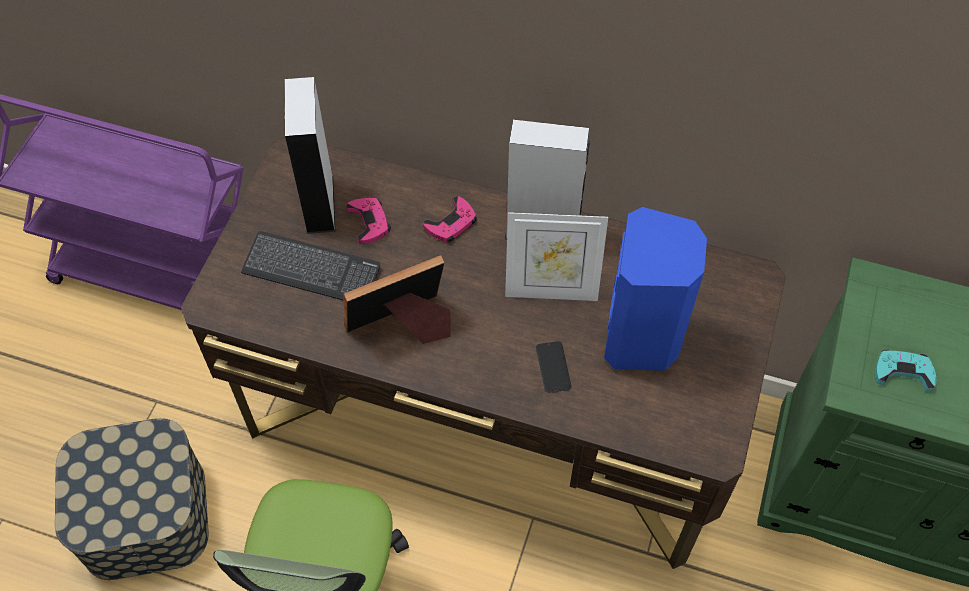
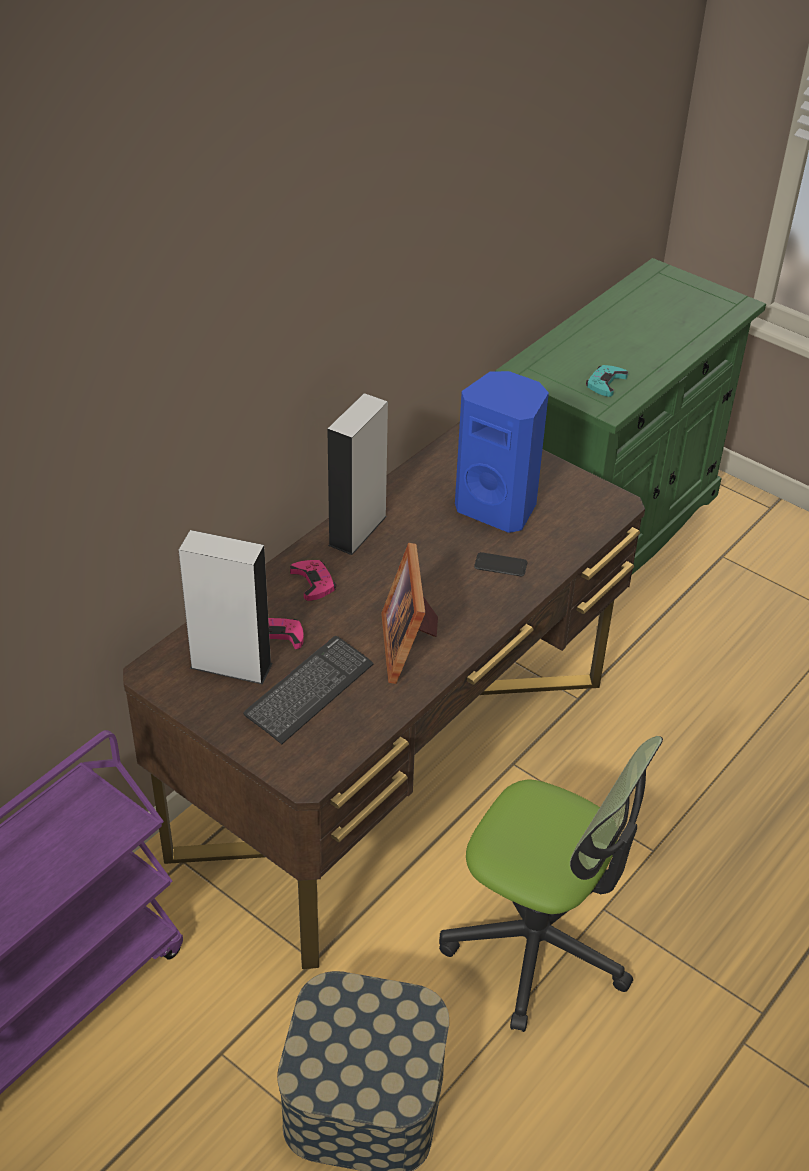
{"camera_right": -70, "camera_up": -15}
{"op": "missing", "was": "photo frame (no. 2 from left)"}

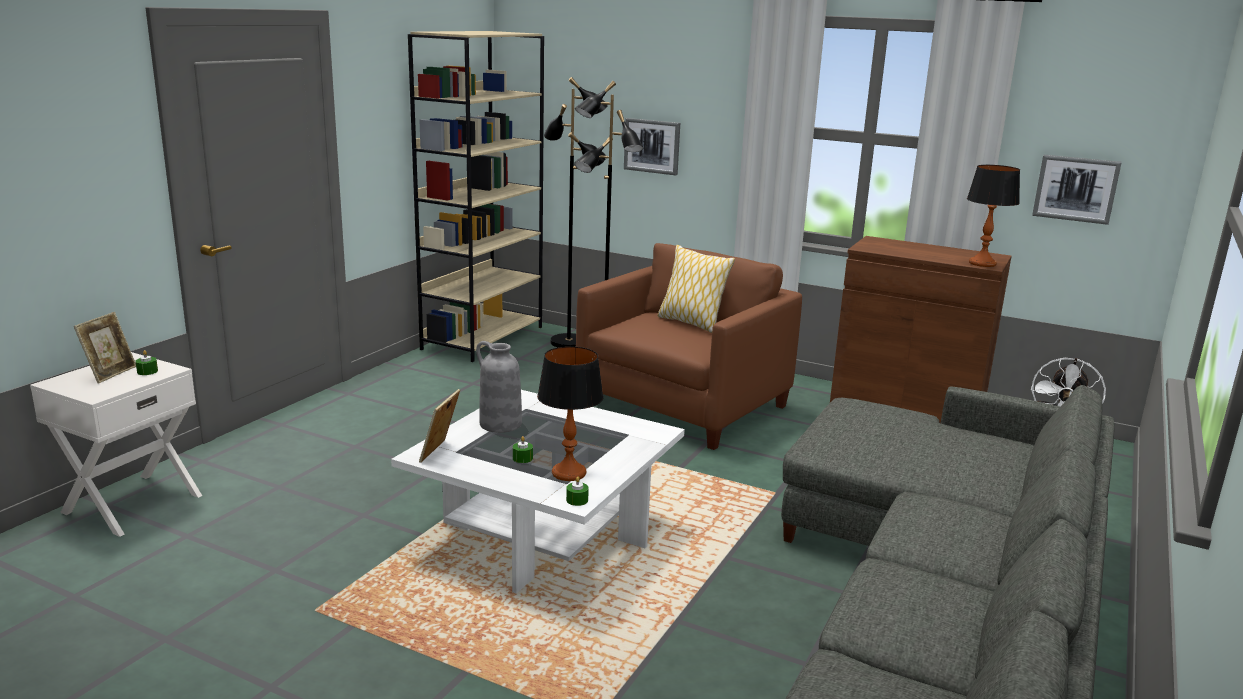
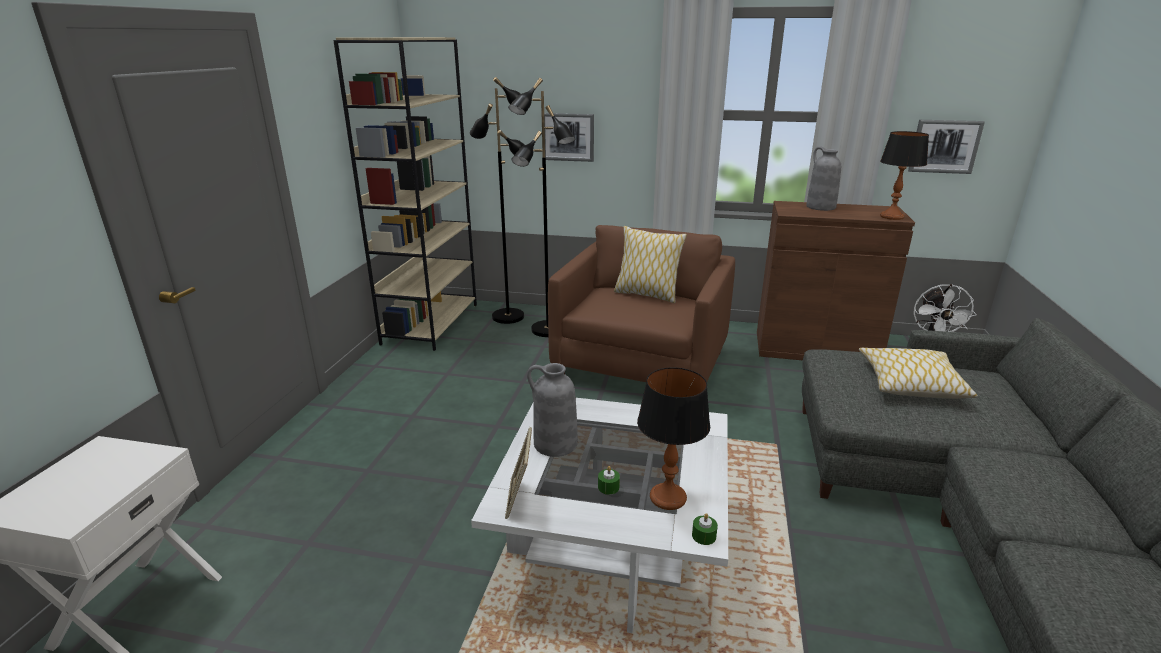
{"camera_right": -15, "camera_up": 5}
{"op": "appeared", "now": "vase (gray) (no. 2 from left)"}
{"op": "appeared", "now": "cushion (no. 2 from left)"}
{"op": "missing", "was": "photo frame (no. 1 from left)"}
{"op": "missing", "was": "wax light (greenish) (no. 1 from left)"}

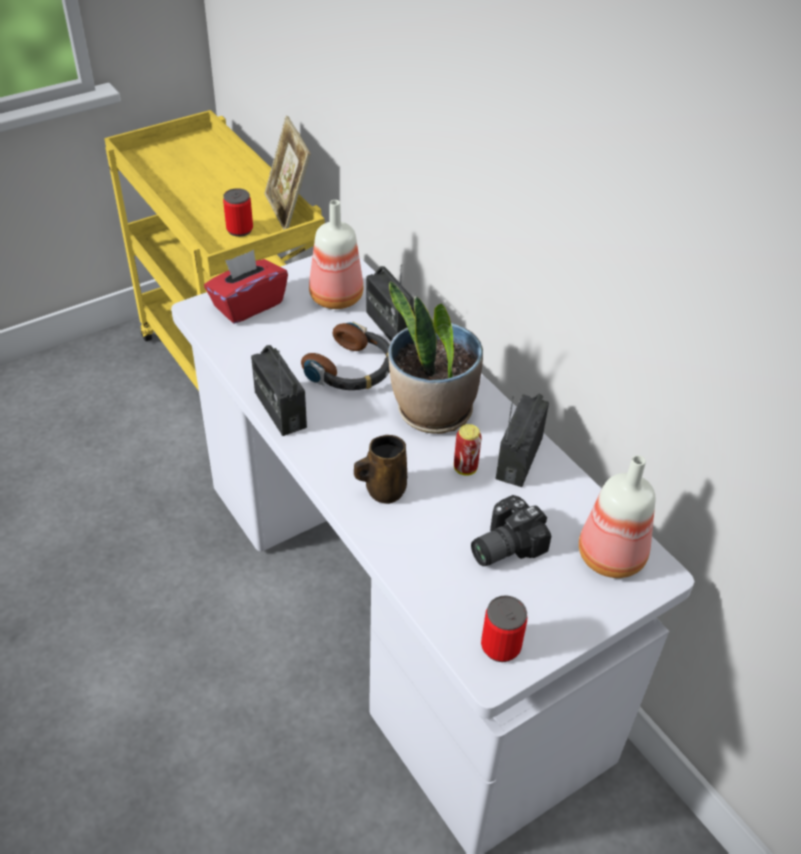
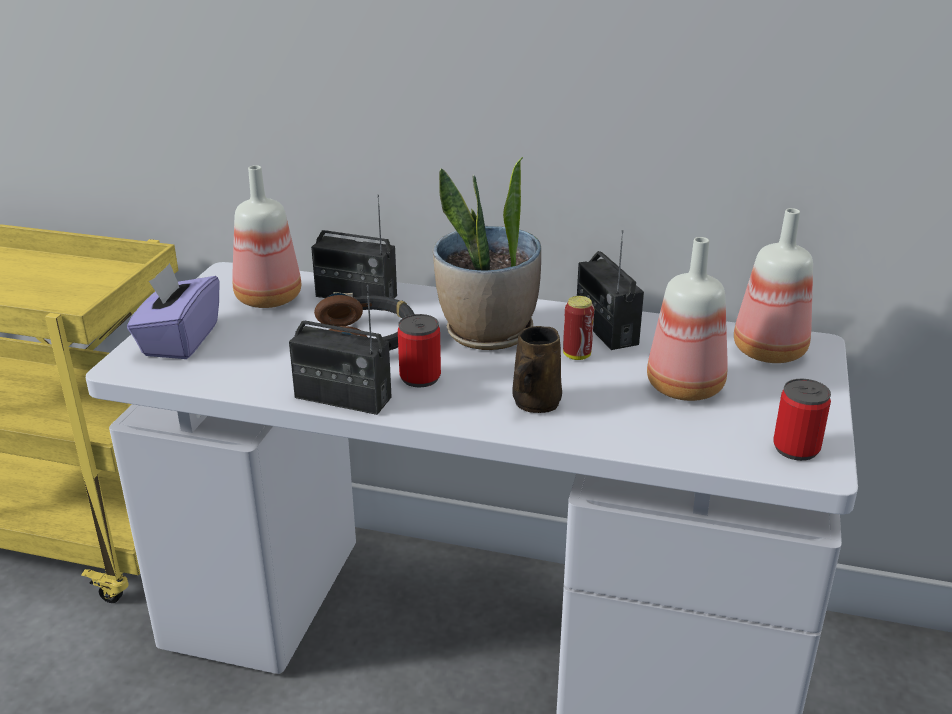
{"camera_right": -40, "camera_up": -15}
{"op": "colour", "was": "tissue box (red-coloured)", "now": "tissue box (purple-coloured)"}
{"op": "relocated", "was": "sealed can (no. 1 from left)"}
{"op": "exchanged", "was": "photo camera", "now": "bottle (no. 2 from left)"}
{"op": "missing", "was": "photo frame"}

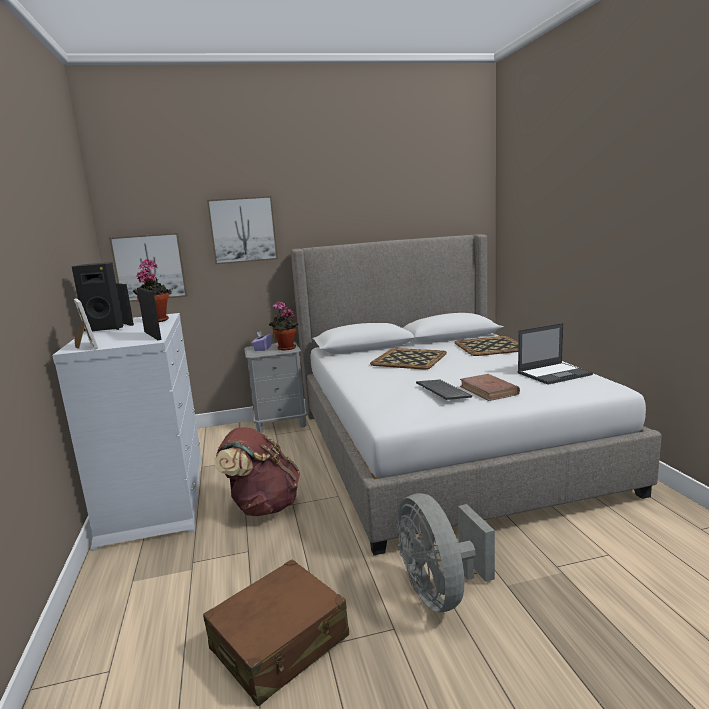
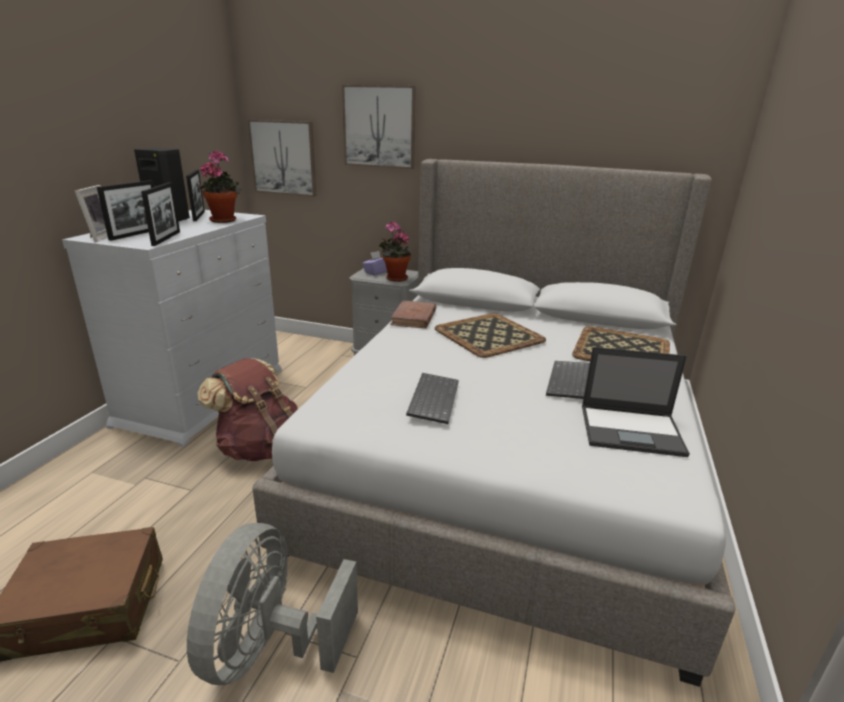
{"camera_right": 30, "camera_up": 10}
{"op": "appeared", "now": "photo frame (no. 2 from left)"}
{"op": "relocated", "was": "volume (brown-coloured)"}
{"op": "appeared", "now": "PC keyboard (no. 2 from left)"}

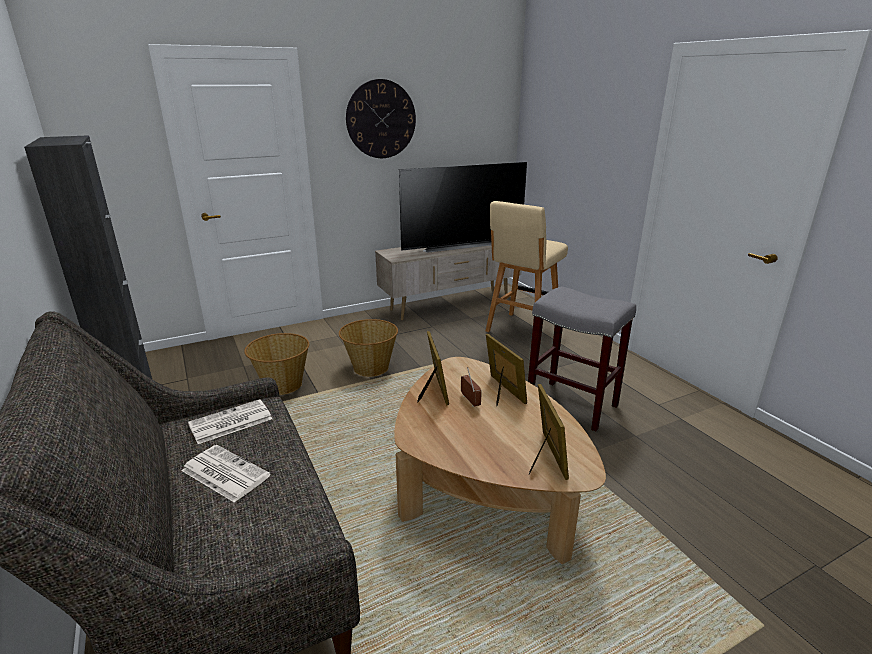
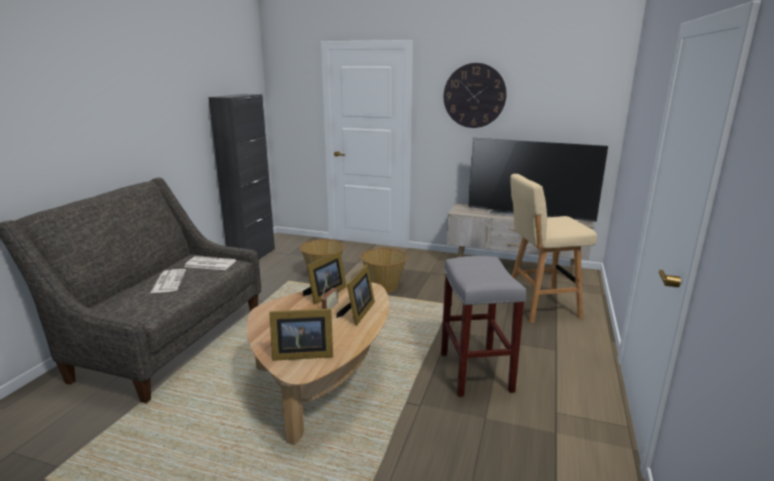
{"camera_right": 45, "camera_up": -5}
{"op": "spun", "was": "photo frame (no. 3 from left in the first image)", "clockwise": 45}

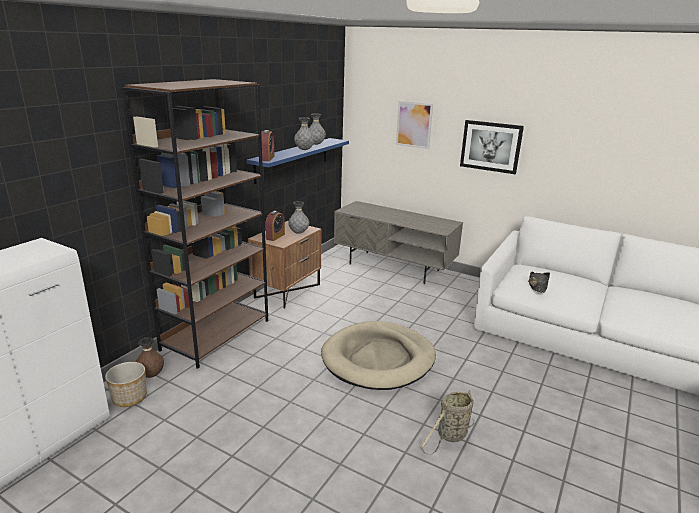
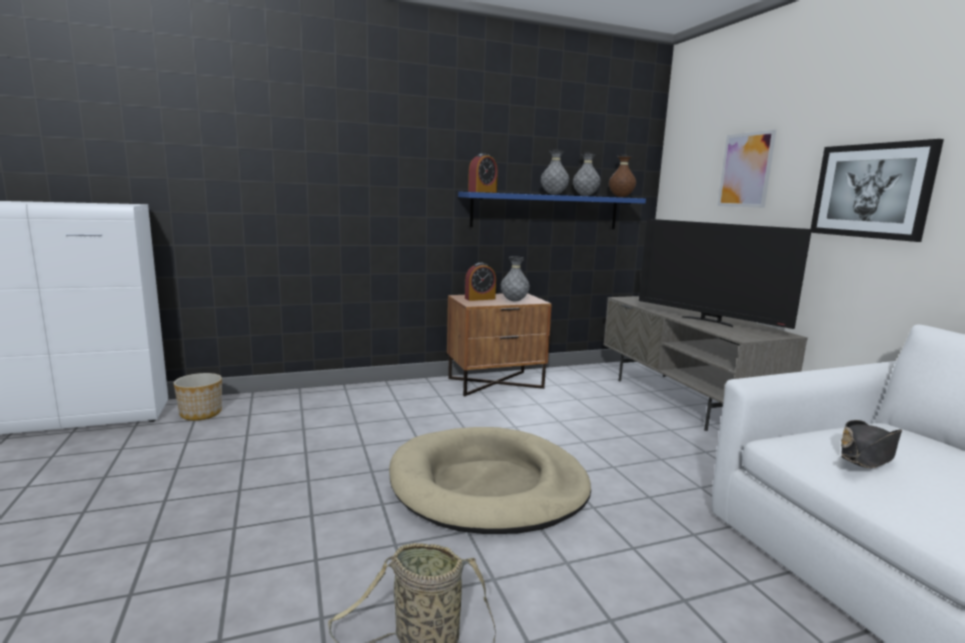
{"camera_right": 40, "camera_up": -10}
{"op": "relocated", "was": "vase (brown-coloured)"}
{"op": "appeared", "now": "TV"}
{"op": "missing", "was": "bookcase (brown-coloured)"}

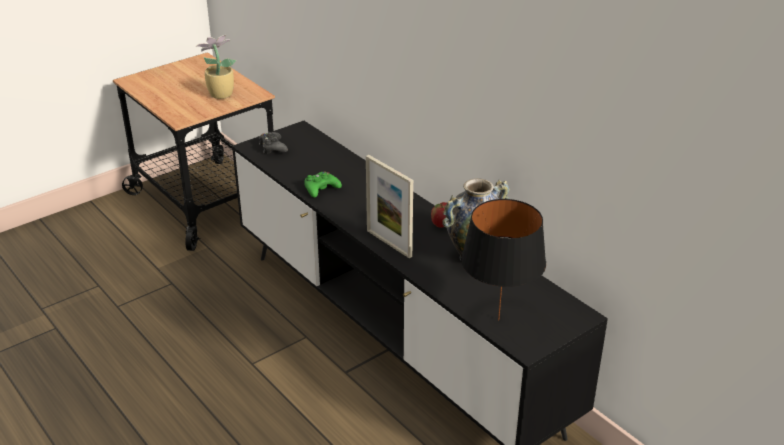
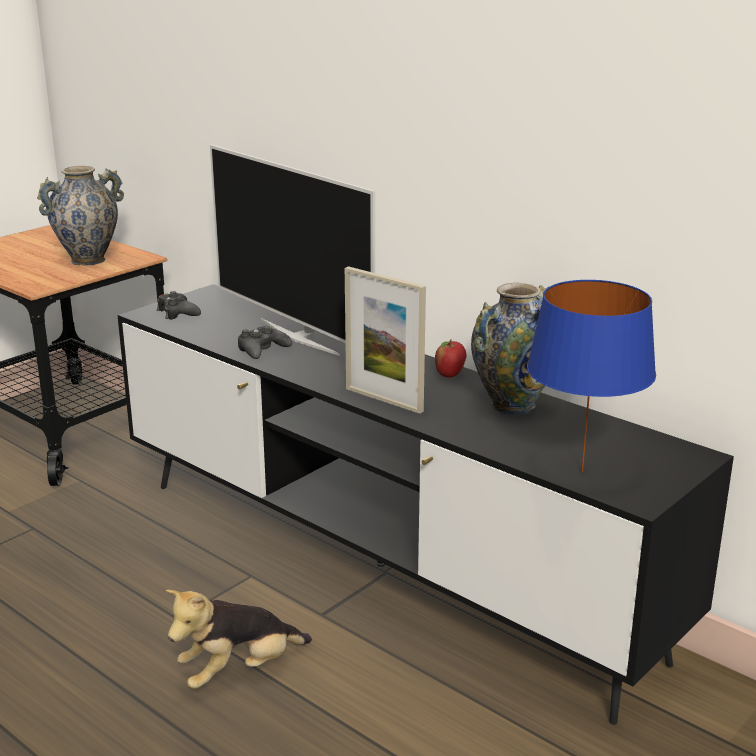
{"camera_right": -10, "camera_up": -10}
{"op": "exchanged", "was": "potted plant", "now": "vase (no. 1 from left)"}
{"op": "appeared", "now": "soft toy"}
{"op": "appeared", "now": "TV"}
{"op": "colour", "was": "gamepad (greenish)", "now": "gamepad (black-coloured) (no. 2 from left)"}
{"op": "colour", "was": "table lamp (black-coloured)", "now": "table lamp (blue)"}

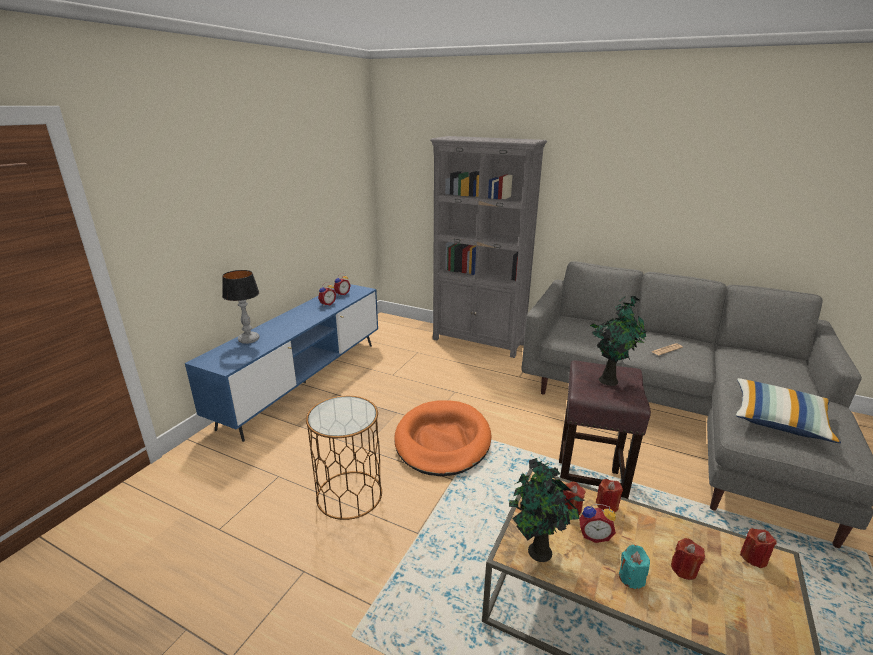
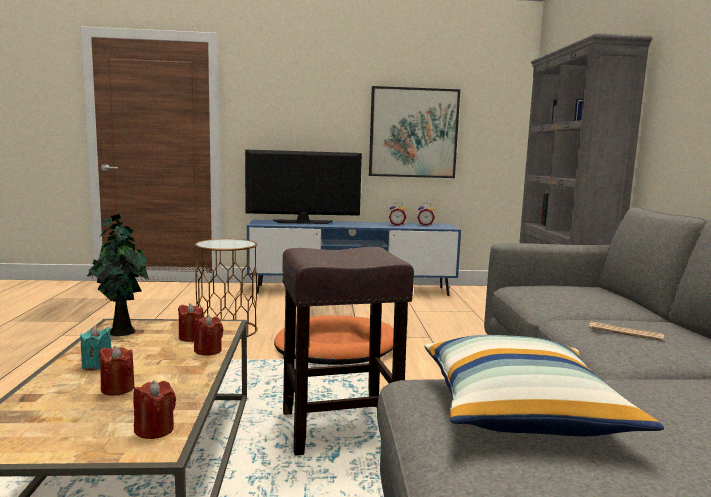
{"camera_right": 60, "camera_up": -15}
{"op": "exchanged", "was": "table lamp", "now": "TV"}
{"op": "appeared", "now": "picture"}
{"op": "missing", "was": "table clock (no. 3 from left)"}
{"op": "missing", "was": "potted plant (no. 2 from left)"}

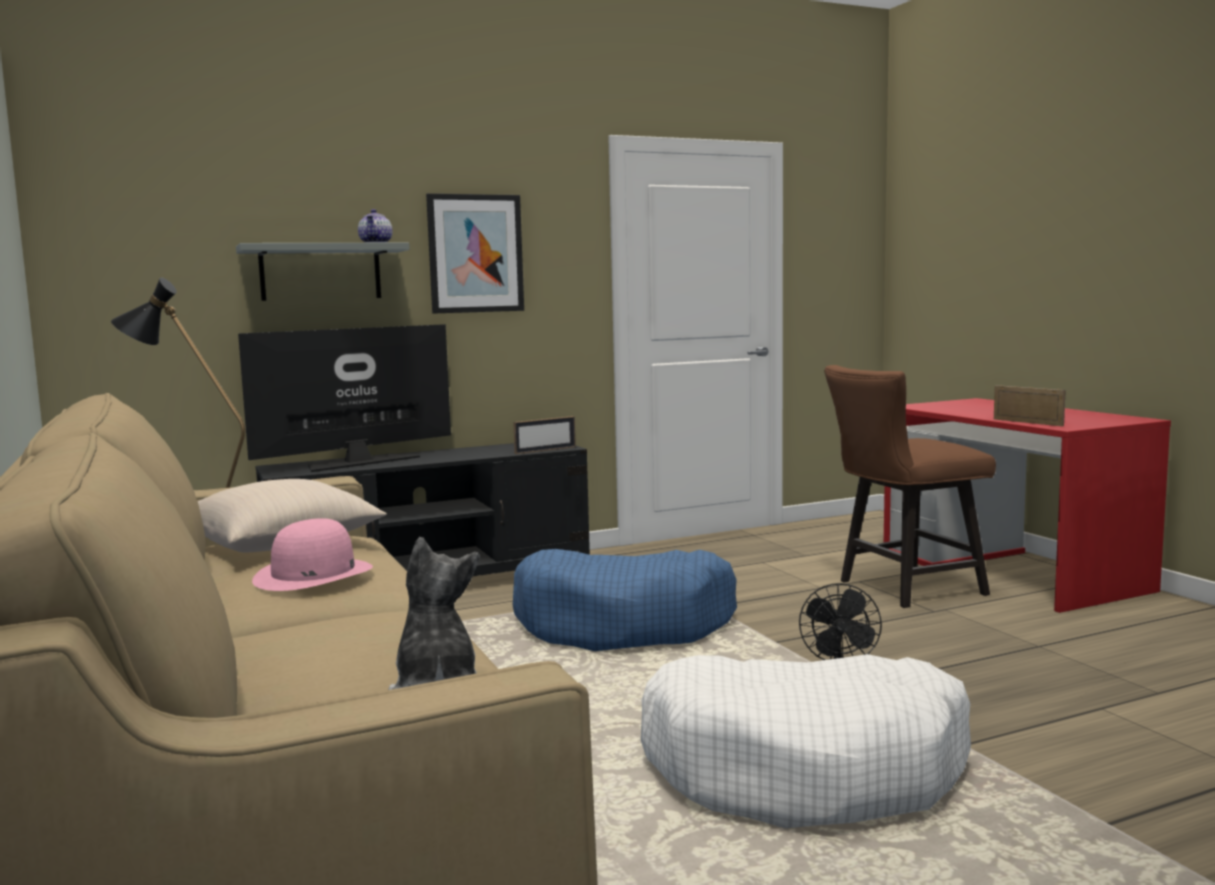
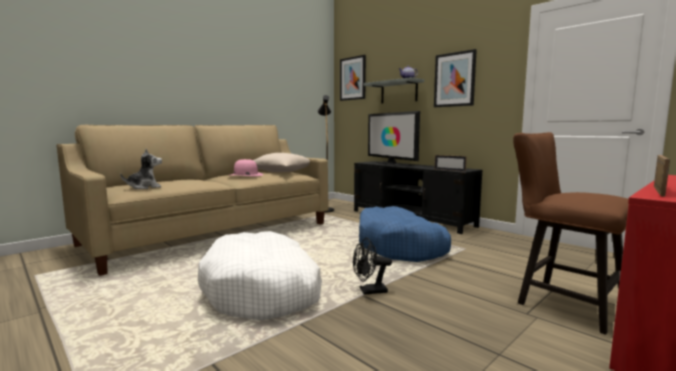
{"camera_right": 70, "camera_up": 0}
{"op": "appeared", "now": "picture (no. 1 from left)"}
{"op": "spun", "was": "TV", "clockwise": -150}

